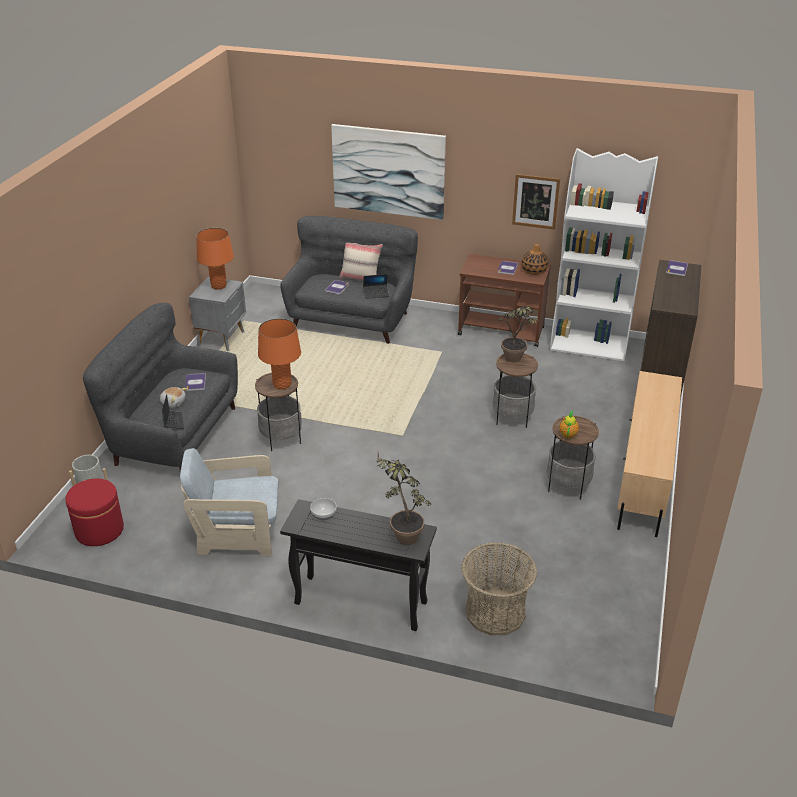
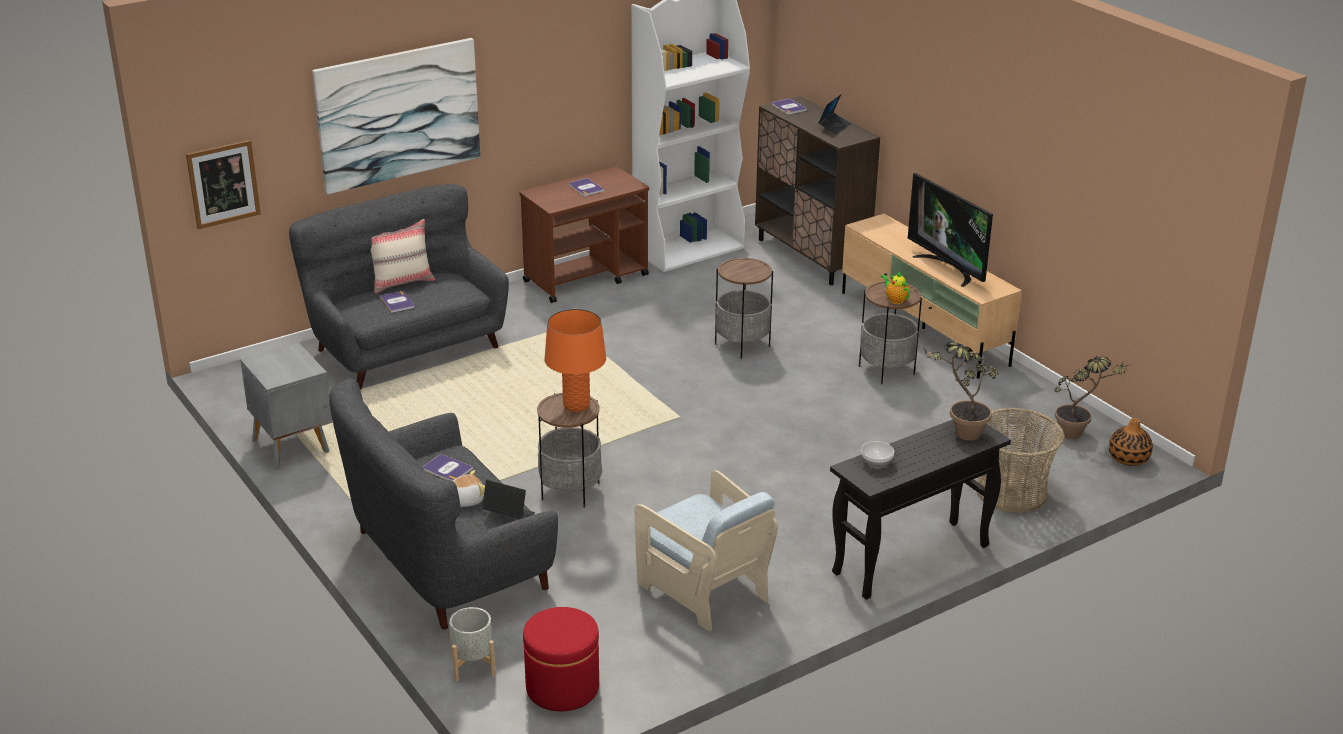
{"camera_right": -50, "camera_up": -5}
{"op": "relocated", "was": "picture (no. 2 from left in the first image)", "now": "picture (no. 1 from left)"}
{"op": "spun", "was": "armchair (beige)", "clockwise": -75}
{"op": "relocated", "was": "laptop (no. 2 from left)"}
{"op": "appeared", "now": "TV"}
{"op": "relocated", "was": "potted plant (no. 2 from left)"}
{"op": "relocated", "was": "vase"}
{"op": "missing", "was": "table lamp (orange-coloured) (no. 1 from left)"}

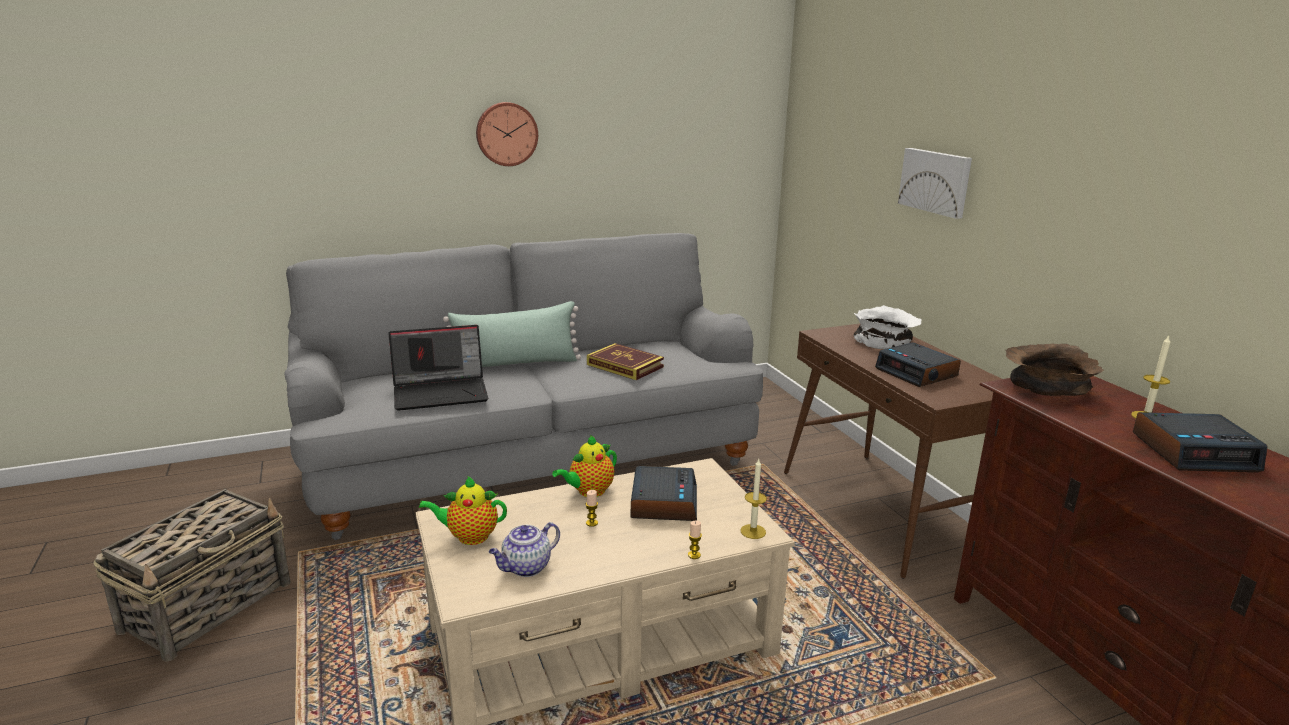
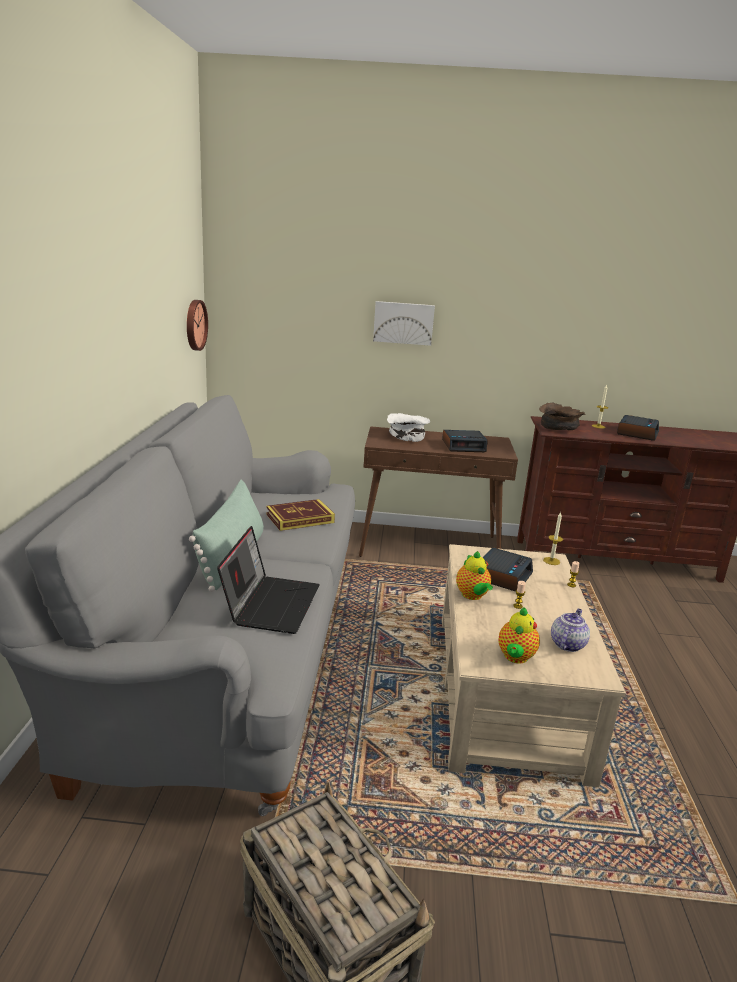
{"camera_right": -65, "camera_up": 0}
{"op": "relocated", "was": "hanging clock"}
{"op": "spun", "was": "table clock (no. 1 from left in the first image)", "clockwise": 90}
{"op": "spun", "was": "teapot (no. 2 from left in the first image)", "clockwise": -135}

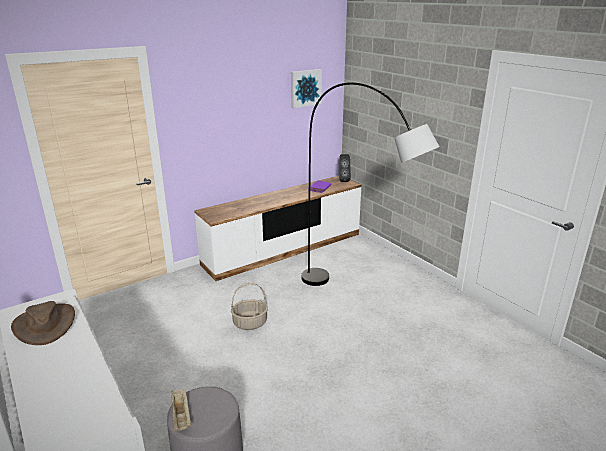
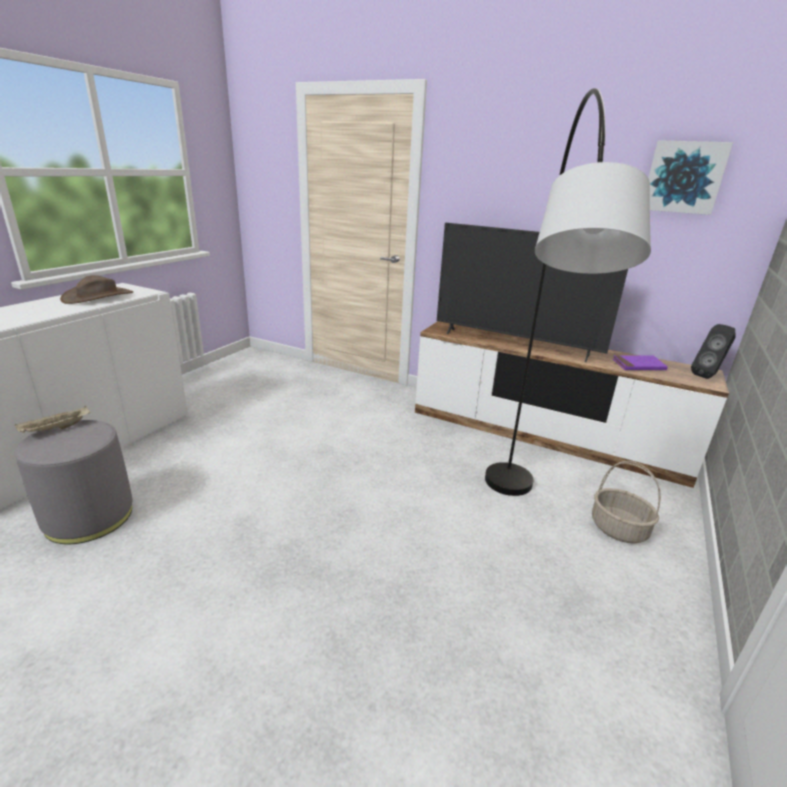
{"camera_right": 60, "camera_up": 0}
{"op": "appeared", "now": "TV"}
{"op": "relocated", "was": "basket"}

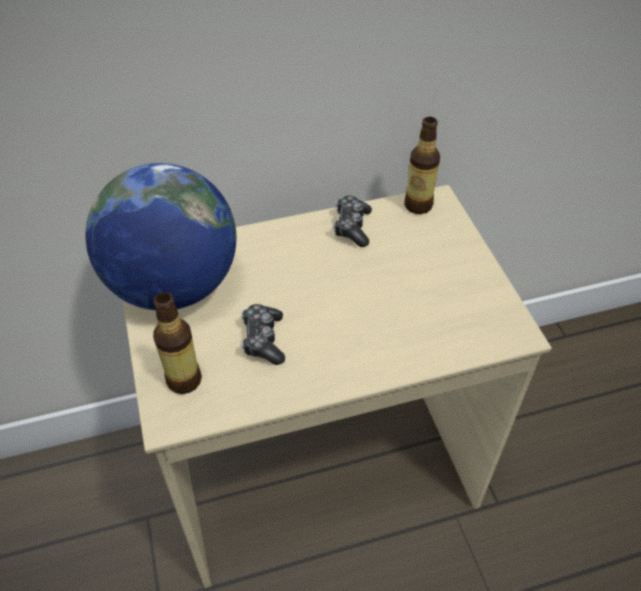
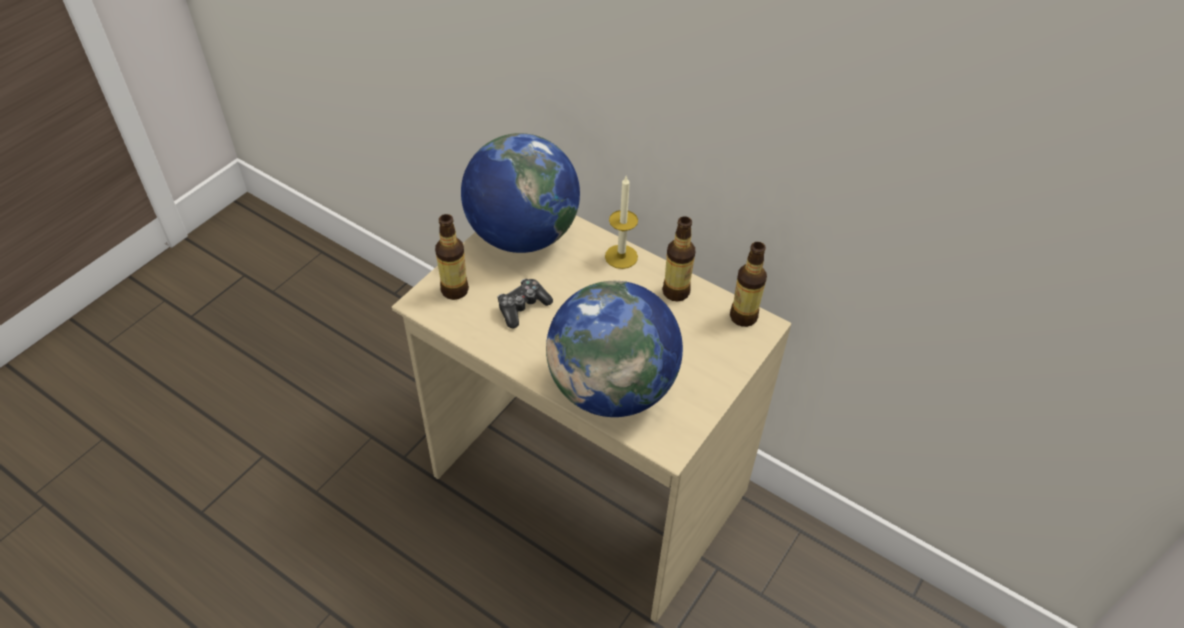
{"camera_right": 50, "camera_up": 0}
{"op": "appeared", "now": "globe (no. 2 from left)"}
{"op": "appeared", "now": "wax light"}
{"op": "exchanged", "was": "gamepad (no. 2 from left)", "now": "bottle (no. 2 from left)"}

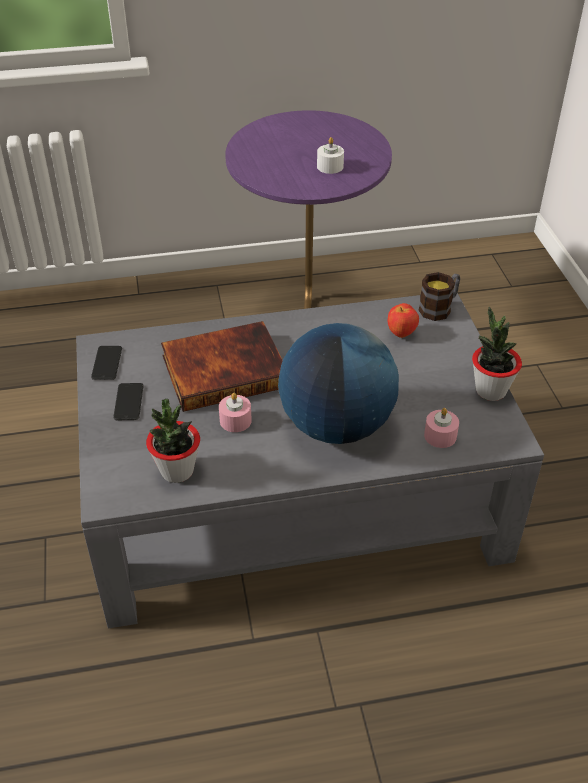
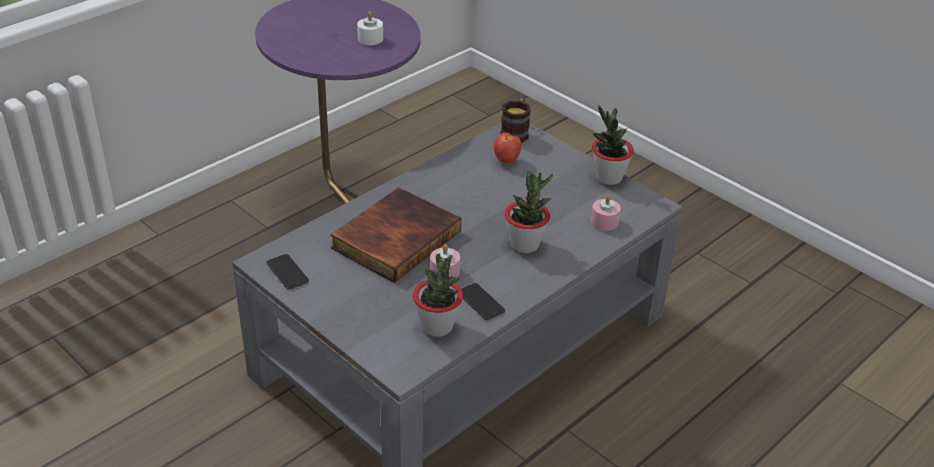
{"camera_right": -35, "camera_up": -5}
{"op": "relocated", "was": "handset (no. 2 from left)"}
{"op": "exchanged", "was": "globe", "now": "potted plant (no. 2 from left)"}

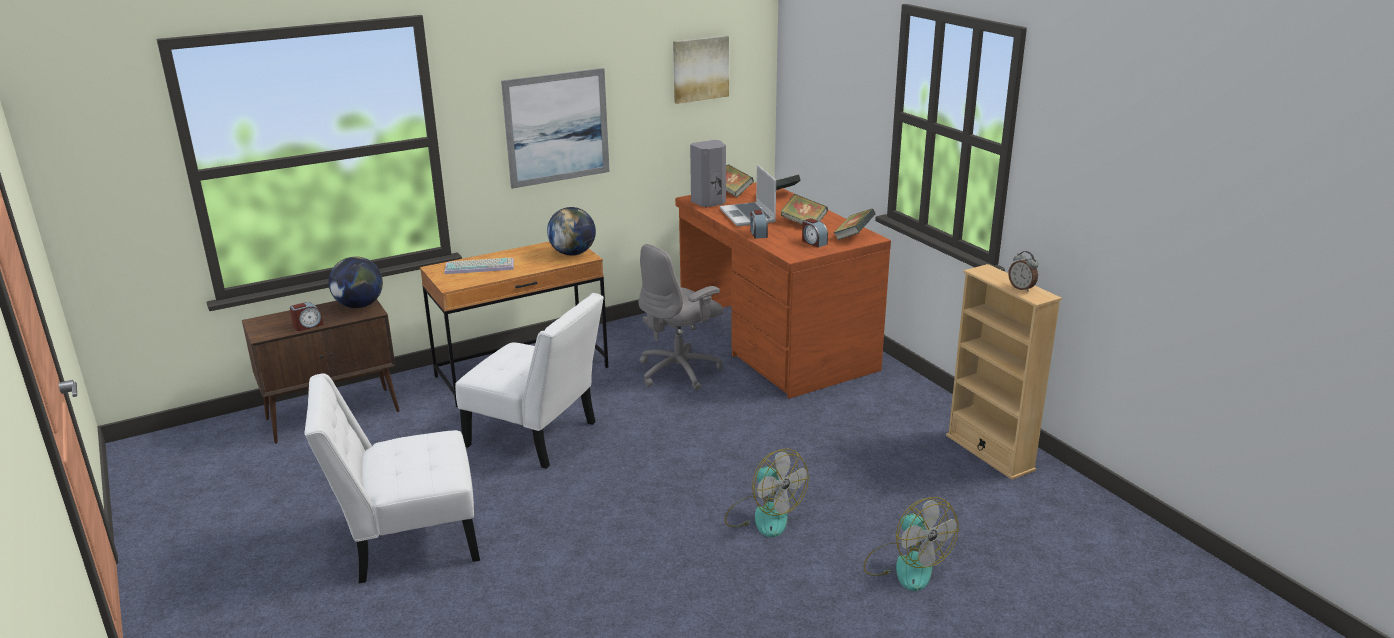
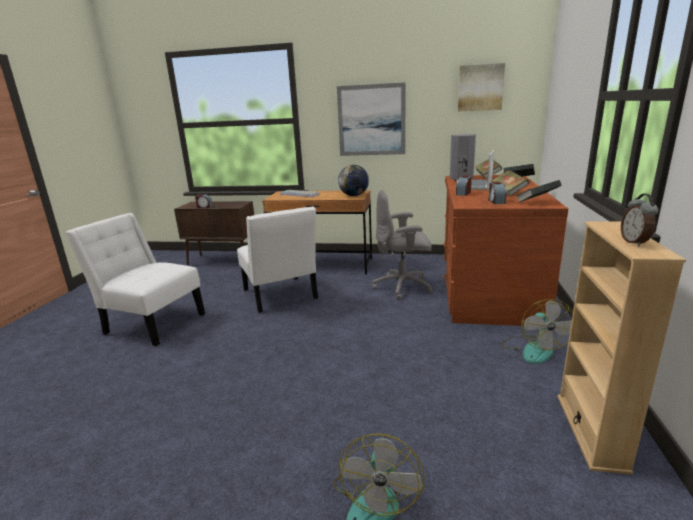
{"camera_right": 40, "camera_up": -5}
{"op": "relocated", "was": "electric fan (no. 1 from left in the first image)", "now": "electric fan (no. 2 from left)"}
{"op": "missing", "was": "globe (no. 1 from left)"}

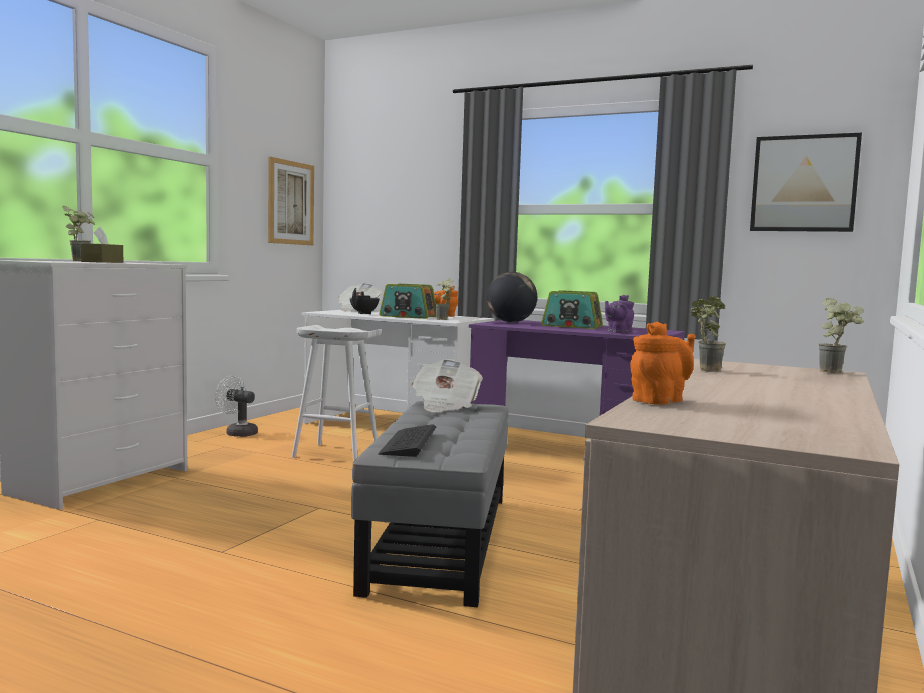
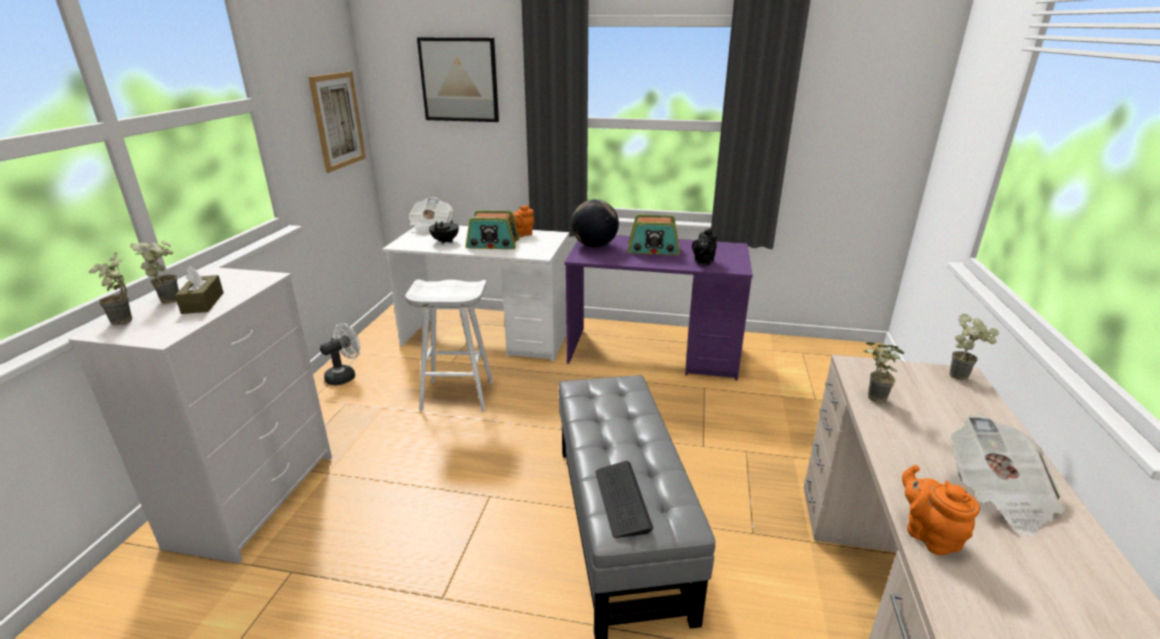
{"camera_right": -15, "camera_up": 20}
{"op": "relocated", "was": "potted plant (no. 2 from left in the first image)", "now": "potted plant (no. 1 from left)"}
{"op": "spun", "was": "electric fan (whitish)", "clockwise": 120}
{"op": "relocated", "was": "picture (no. 2 from left)"}
{"op": "colour", "was": "teapot (purple-coloured)", "now": "teapot (black-coloured) (no. 2 from left)"}
{"op": "spun", "was": "teapot (orange-coloured) (no. 2 from left)", "clockwise": -60}
{"op": "relocated", "was": "printed paper (no. 2 from left)"}

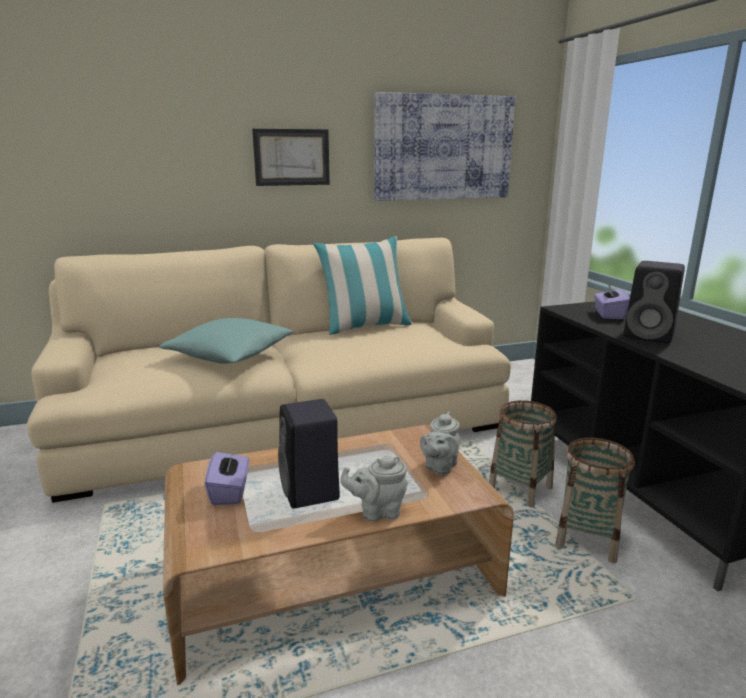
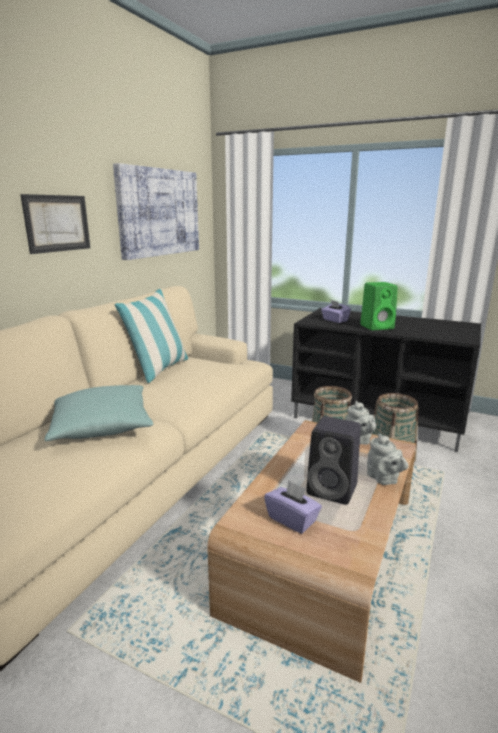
{"camera_right": -45, "camera_up": 0}
{"op": "colour", "was": "speaker (black-coloured) (no. 2 from left)", "now": "speaker (greenish)"}
{"op": "spun", "was": "teapot (gray) (no. 1 from left in the first image)", "clockwise": -60}

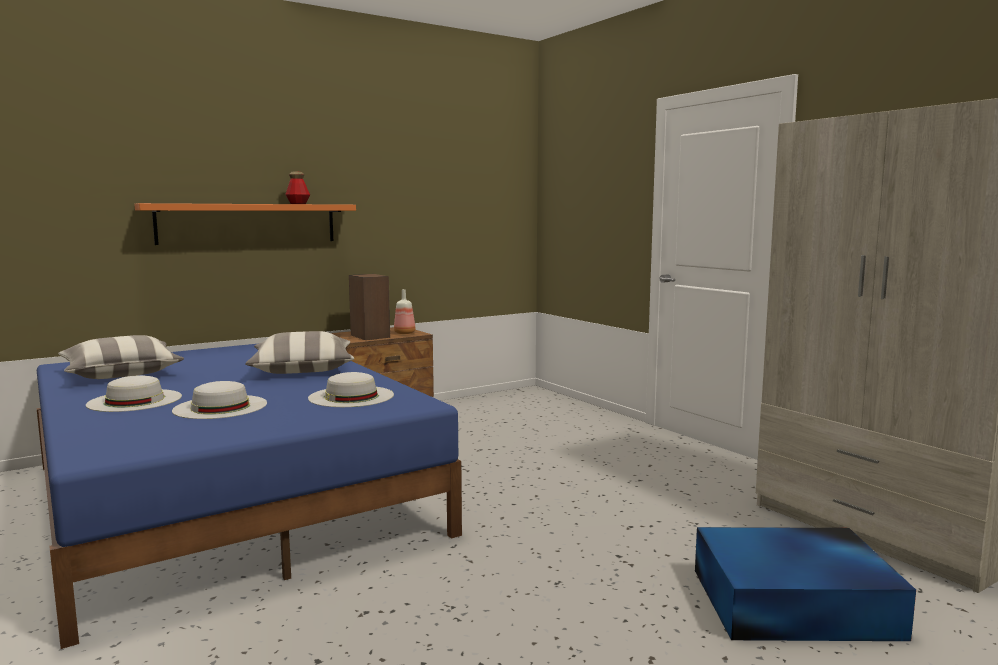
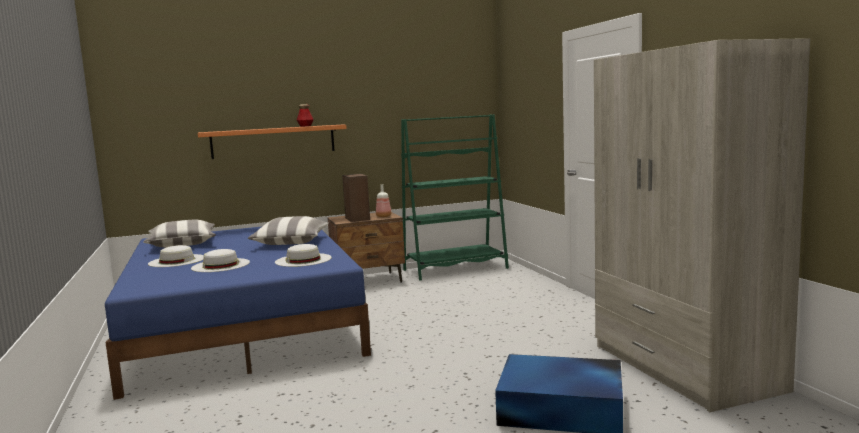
{"camera_right": 15, "camera_up": 0}
{"op": "appeared", "now": "bookcase (greenish)"}

